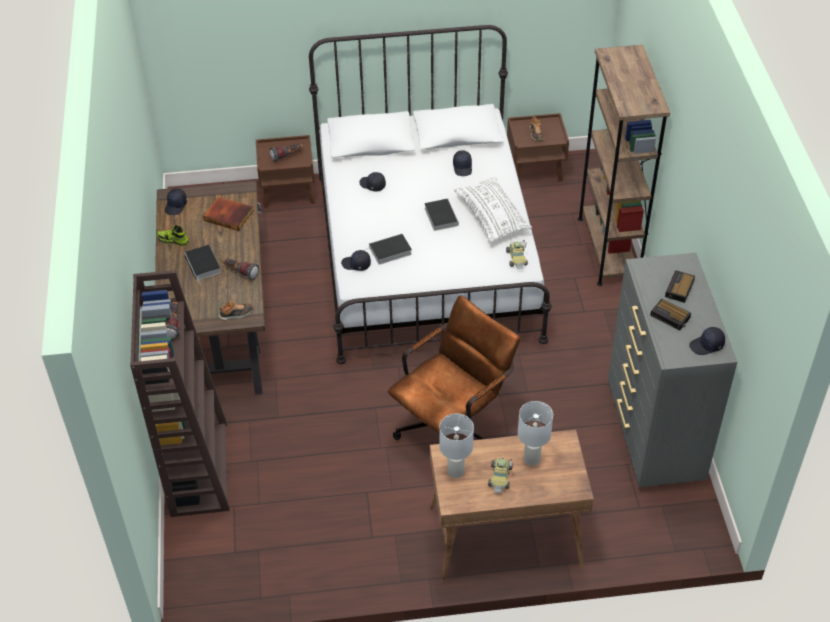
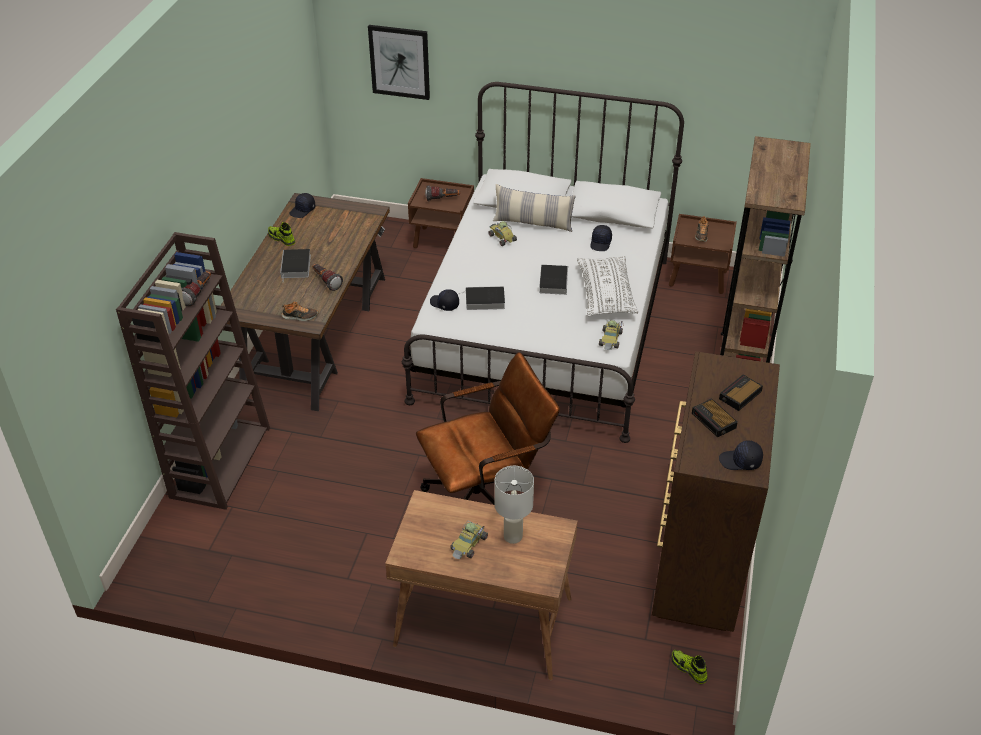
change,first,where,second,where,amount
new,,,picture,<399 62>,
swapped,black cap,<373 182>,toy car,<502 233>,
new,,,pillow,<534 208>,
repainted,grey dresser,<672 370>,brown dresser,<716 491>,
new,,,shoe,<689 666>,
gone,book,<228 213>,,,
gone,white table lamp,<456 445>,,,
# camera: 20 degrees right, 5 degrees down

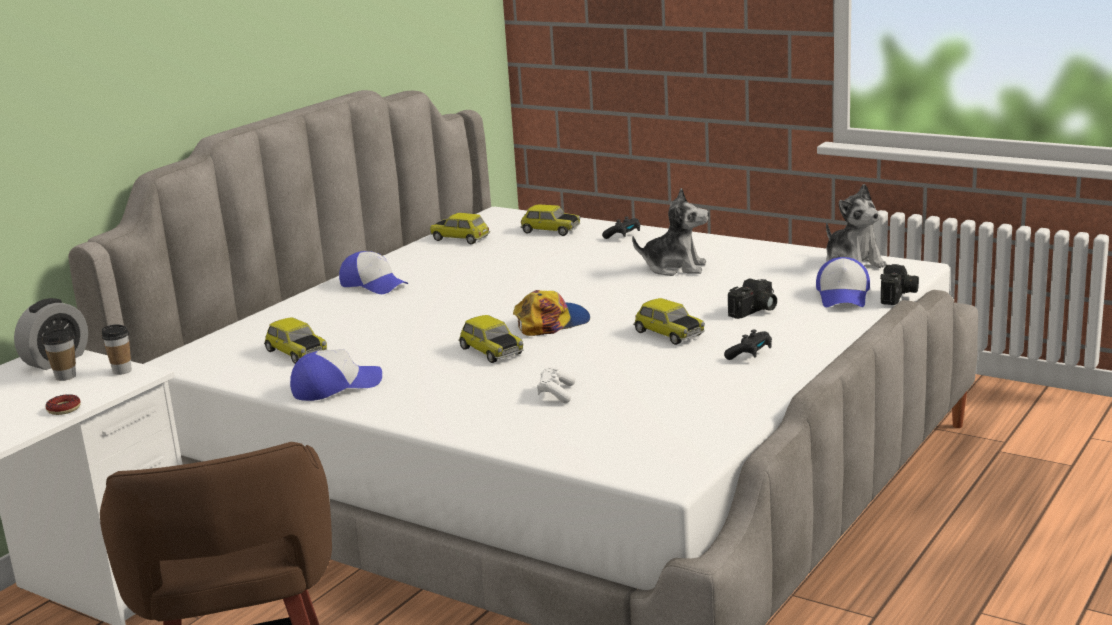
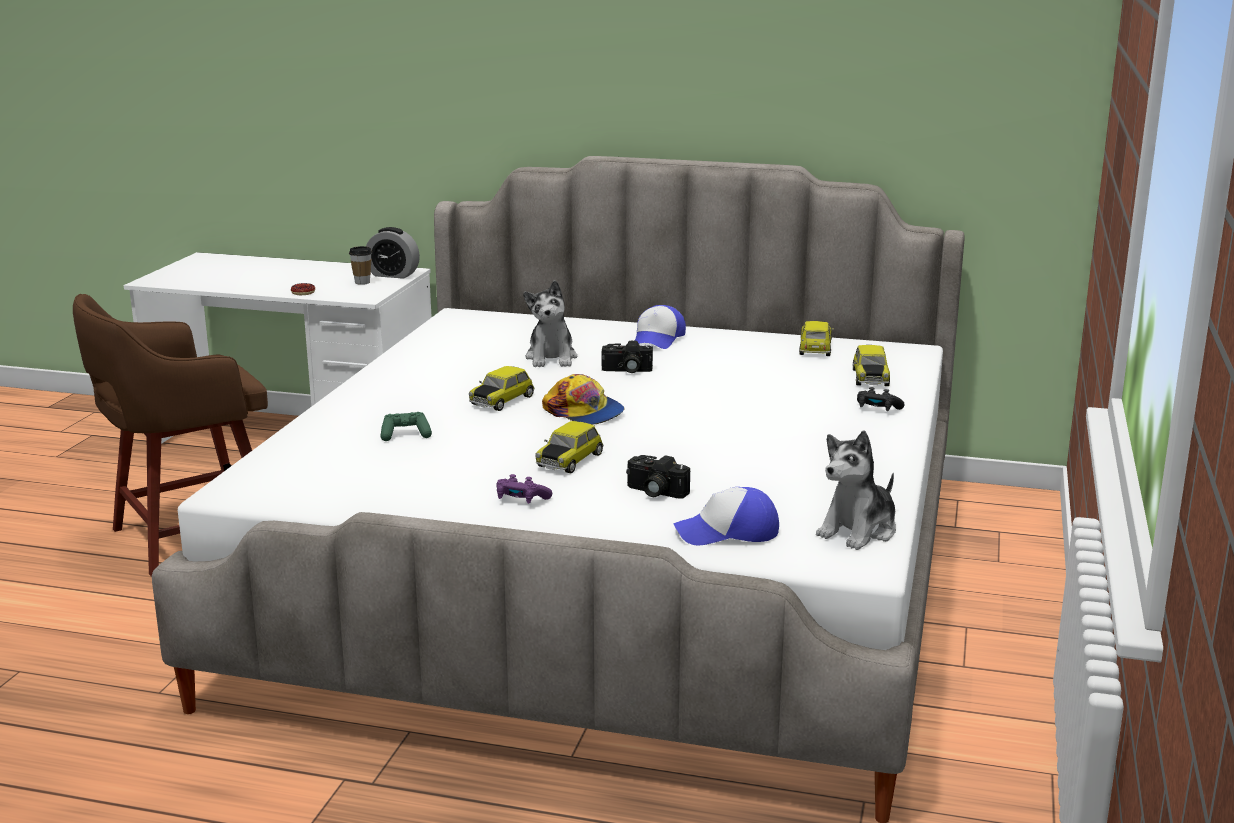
change,first,where,second,where,amount
repainted,white game controller,<556 385>,green game controller,<406 426>,
repainted,black game controller,<748 345>,purple game controller,<524 489>,
shifted,plush toy,<670 232>,,<550 323>,
shifted,photo camera,<899 284>,,<627 357>,
gone,cup,<117 349>,,,
gone,toy car,<295 340>,,,
gone,cap,<336 375>,,,
# camera: 70 degrees right, 0 degrees up

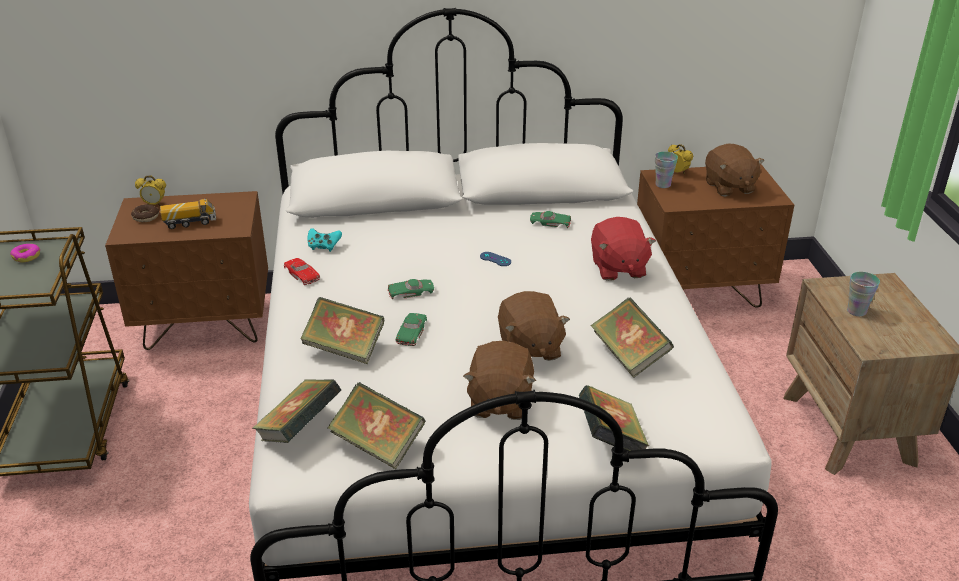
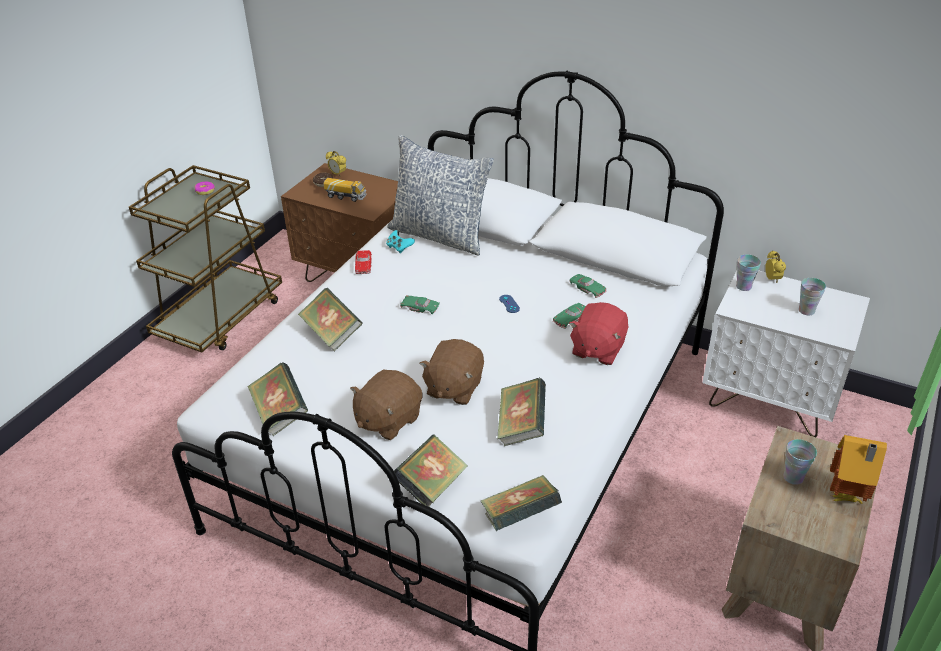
change,first,where,second,where,amount
new,,,pillow,<440 195>,
shifted,book,<297 411>,,<521 503>,
shifted,green toy car,<411 329>,,<569 316>,
repainted,brown nightstand,<715 236>,white nightstand,<786 353>,
swapped,brown plush toy,<734 170>,cup,<812 296>,
new,,,toy house,<858 469>,
# camera: 35 degrees right, 5 degrees up

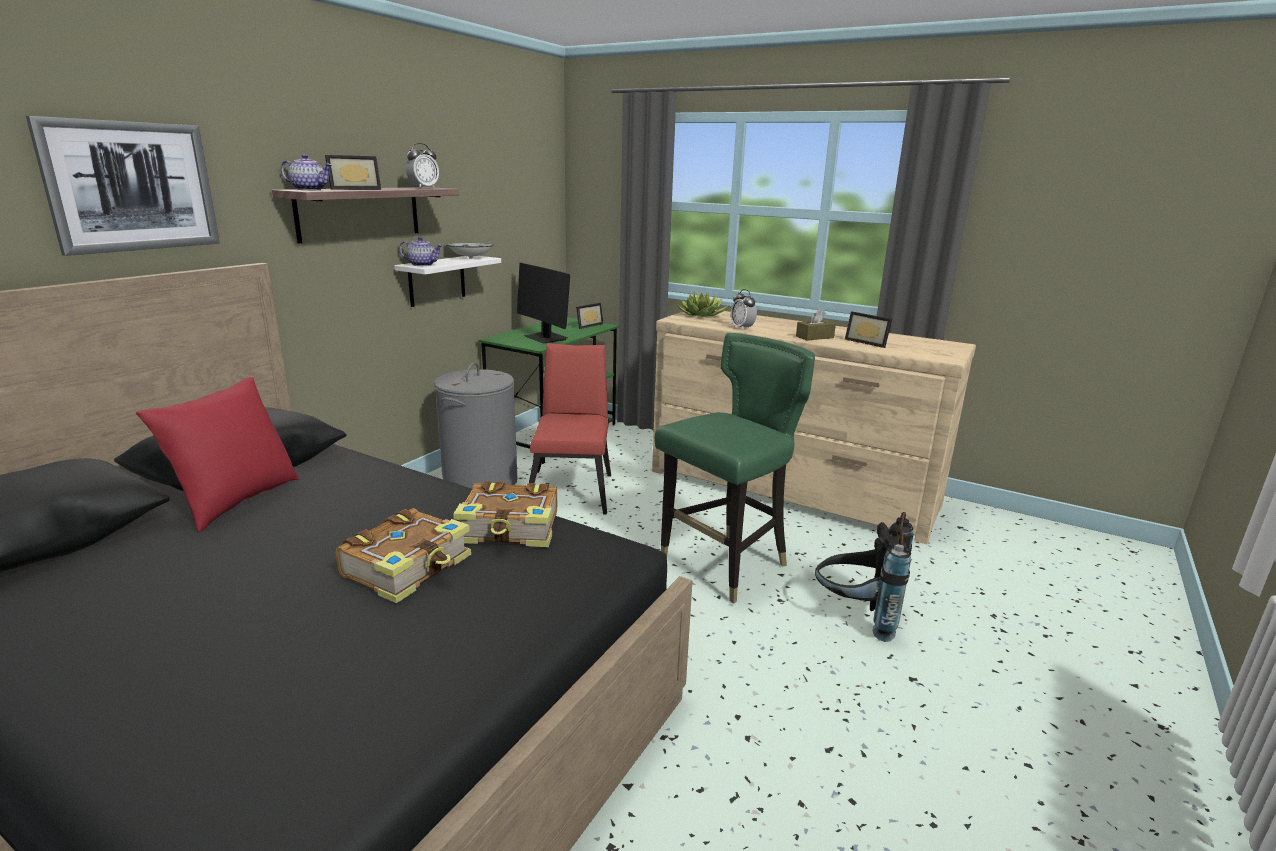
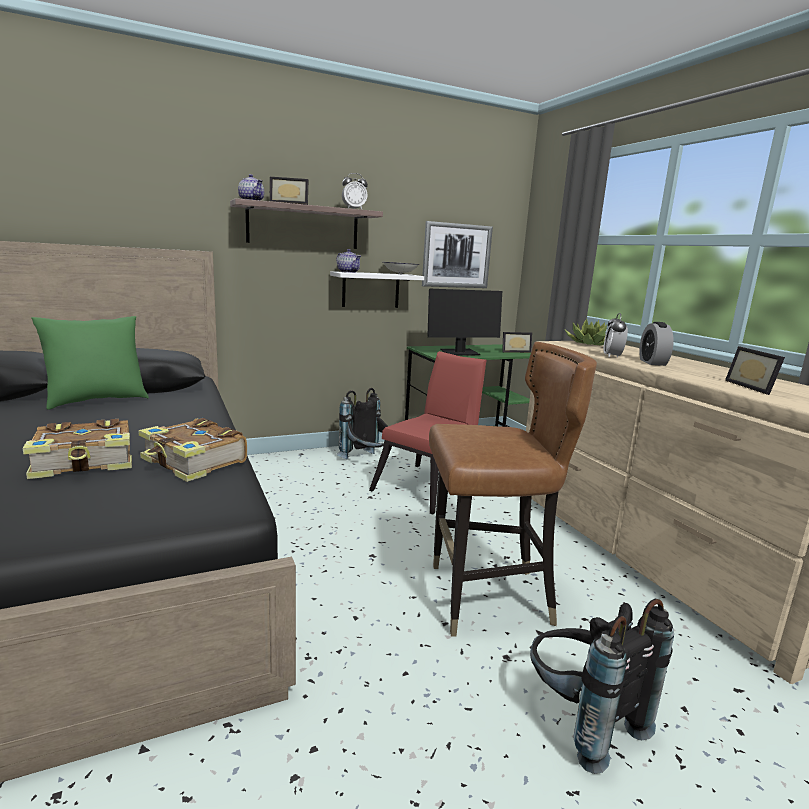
change,first,where,second,where,amount
repainted,red pillow,<217 454>,green pillow,<90 363>,
swapped,grey laundry basket,<475 425>,black backpack,<362 424>,
shifted,picture,<123 186>,,<457 254>,
rotated,monitor,<543 303>,,<465 322>,105 degrees counterclockwise
repainted,green chair,<734 468>,brown chair,<513 489>,
new,,,alarm clock,<656 344>,
gone,brown tissue box,<816 325>,,,
# camera: 35 degrees right, 5 degrees down

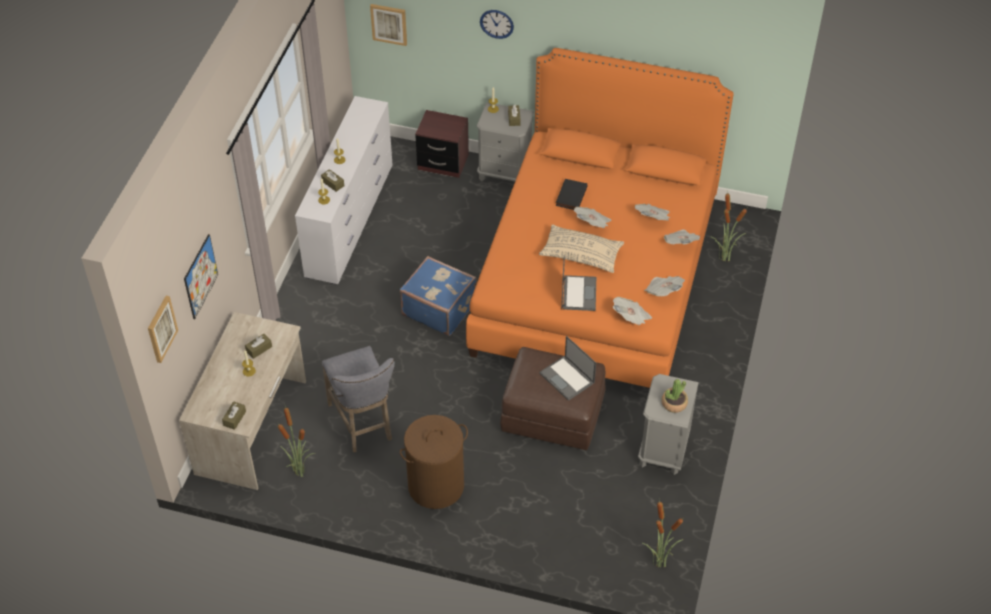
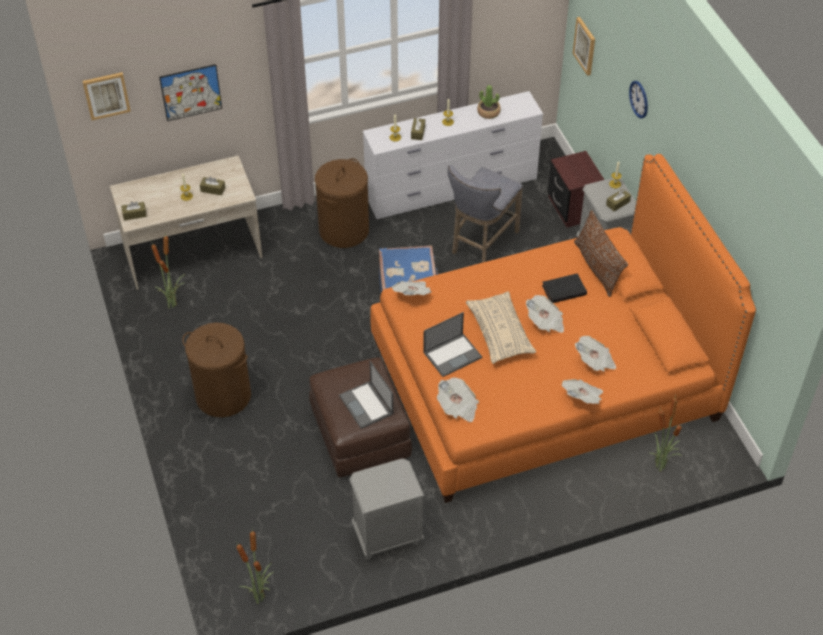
change,first,where,second,where,amount
new,,,brown laundry basket,<342 203>,
rotated,laptop,<567 368>,,<366 395>,45 degrees counterclockwise
shifted,newspaper,<664 286>,,<412 288>,
shifted,grey stool,<358 399>,,<485 214>,
shifted,potted plant,<675 396>,,<489 102>,
new,,,brown pillow,<601 253>,
# camera: 55 degrees right, 0 degrees up

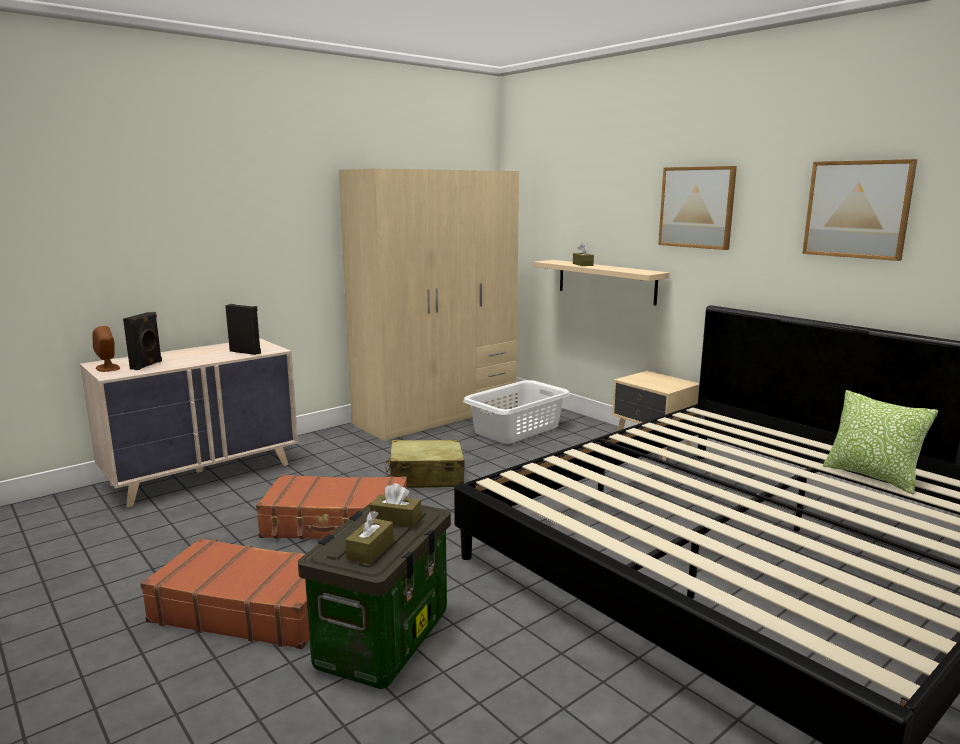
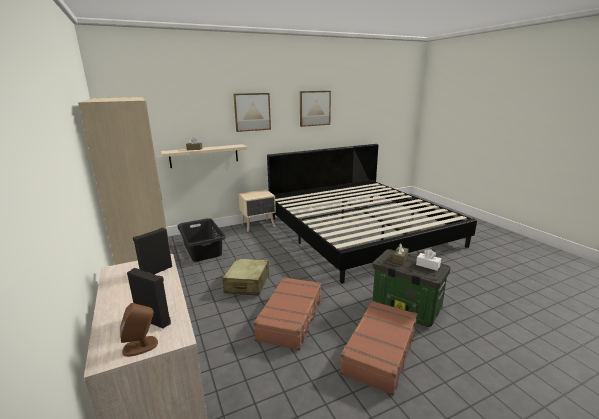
change,first,where,second,where,amount
repainted,white laundry basket,<516 412>,black laundry basket,<201 240>,
repainted,brown tissue box,<369 537>,white tissue box,<428 260>,
gone,pillow,<880 442>,,,
# camera: 75 degrees left, 5 degrees up

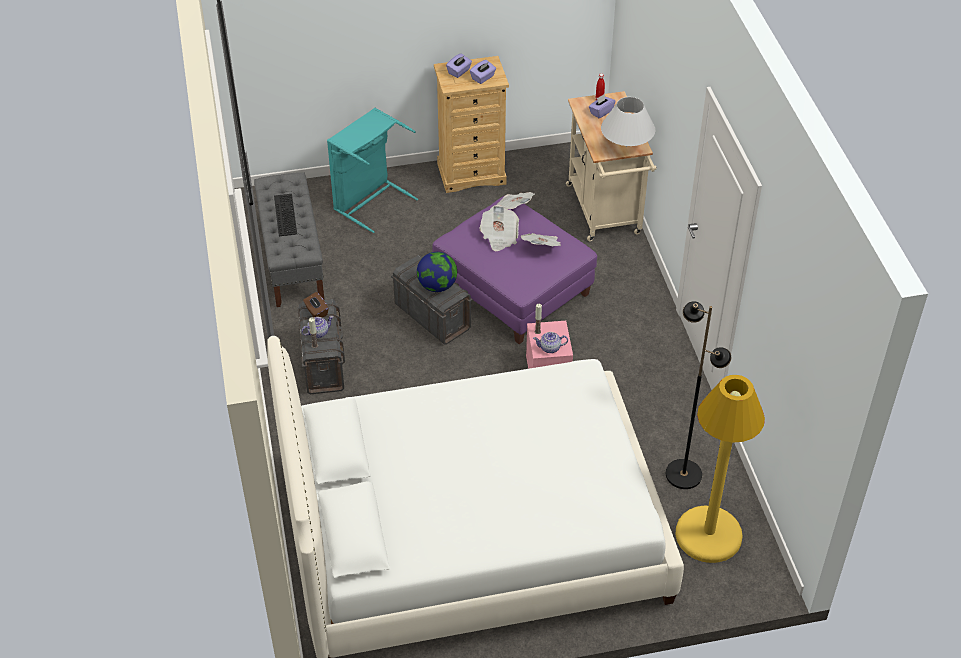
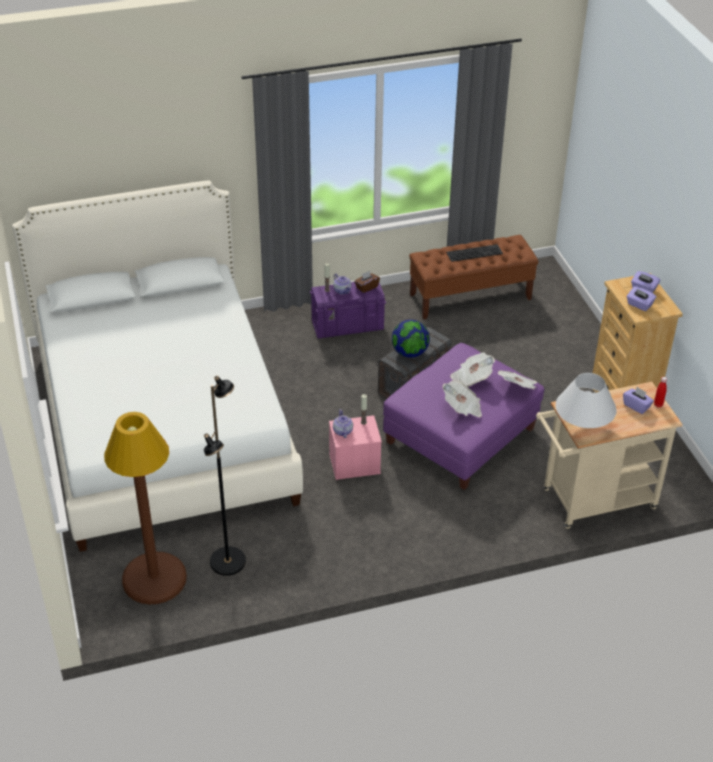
change,first,where,second,where,amount
repainted,yellow floor lamp,<720 469>,brown floor lamp,<145 508>,
repainted,grey storage box,<321 346>,purple storage box,<348 310>,
repainted,grey bench,<289 239>,brown bench,<474 277>,
gone,turquoise laundry basket,<372 170>,,,
# camera: 85 degrees right, 5 degrees down

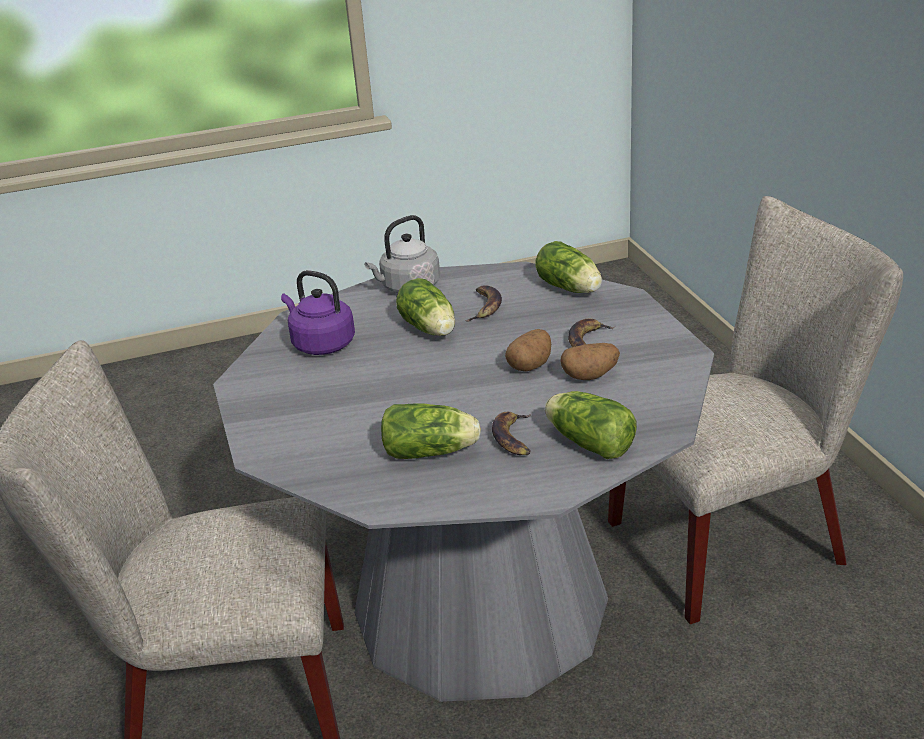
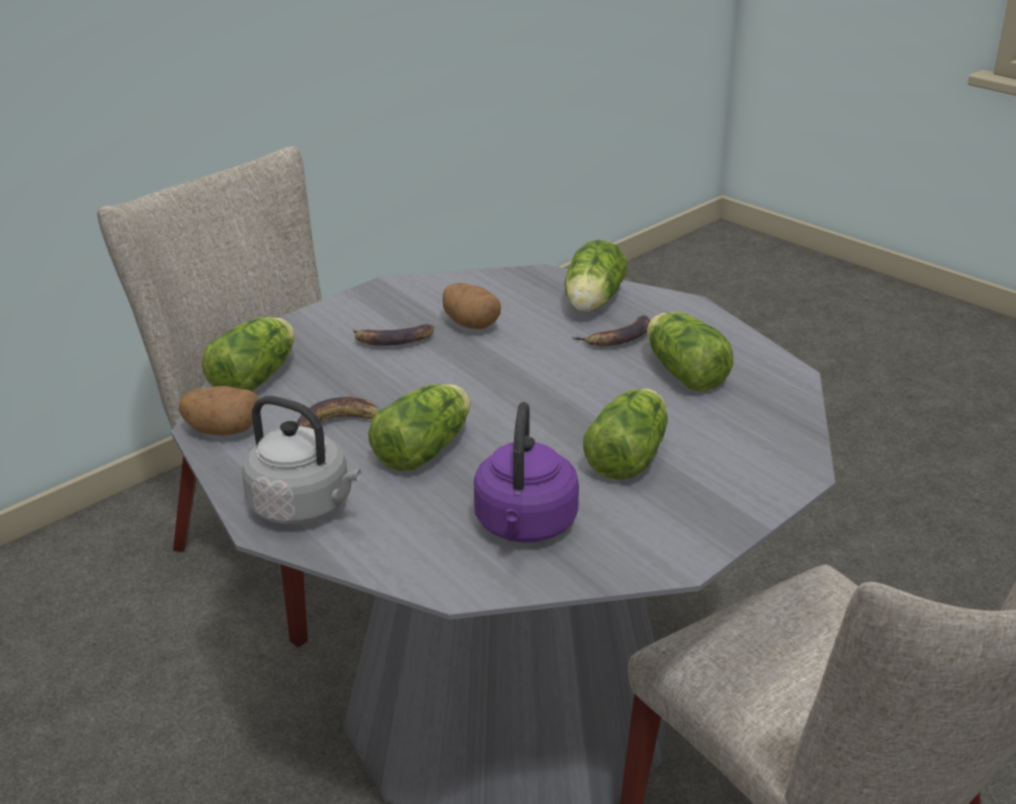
change,first,where,second,where,amount
shifted,potato,<528 350>,,<218 411>,
new,,,lettuce,<625 434>,
# camera: 120 degrees left, 0 degrees up

